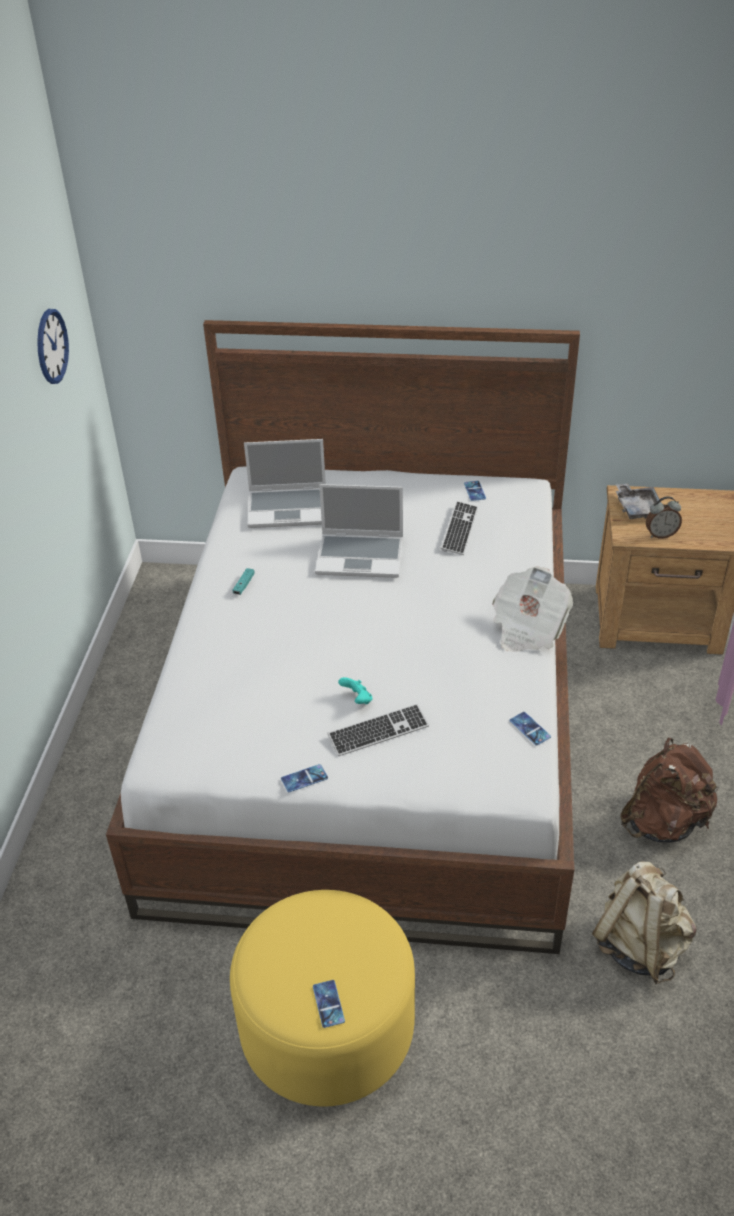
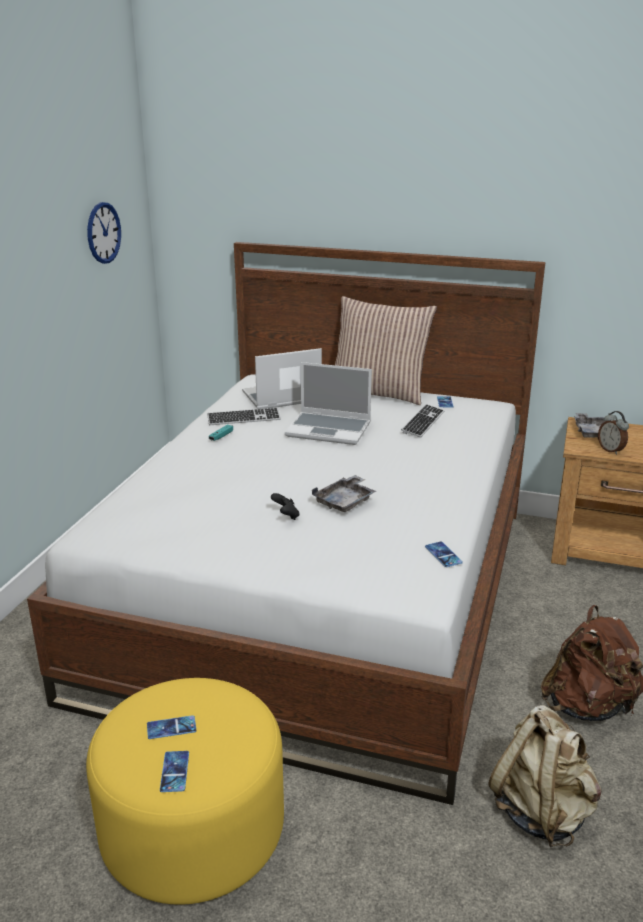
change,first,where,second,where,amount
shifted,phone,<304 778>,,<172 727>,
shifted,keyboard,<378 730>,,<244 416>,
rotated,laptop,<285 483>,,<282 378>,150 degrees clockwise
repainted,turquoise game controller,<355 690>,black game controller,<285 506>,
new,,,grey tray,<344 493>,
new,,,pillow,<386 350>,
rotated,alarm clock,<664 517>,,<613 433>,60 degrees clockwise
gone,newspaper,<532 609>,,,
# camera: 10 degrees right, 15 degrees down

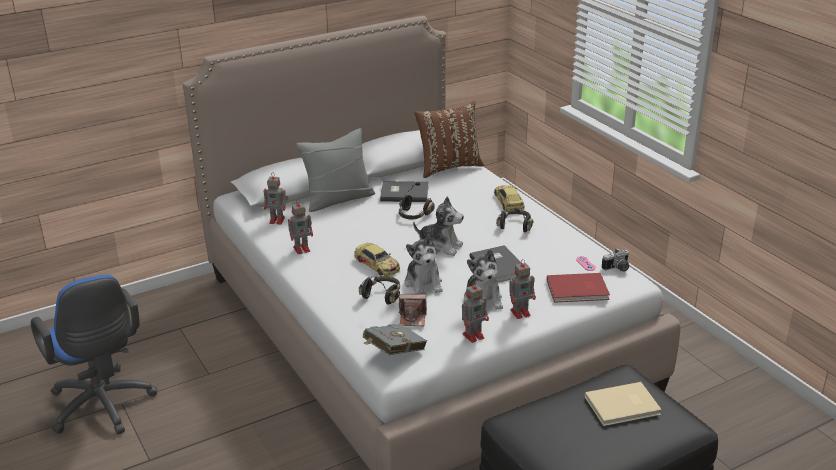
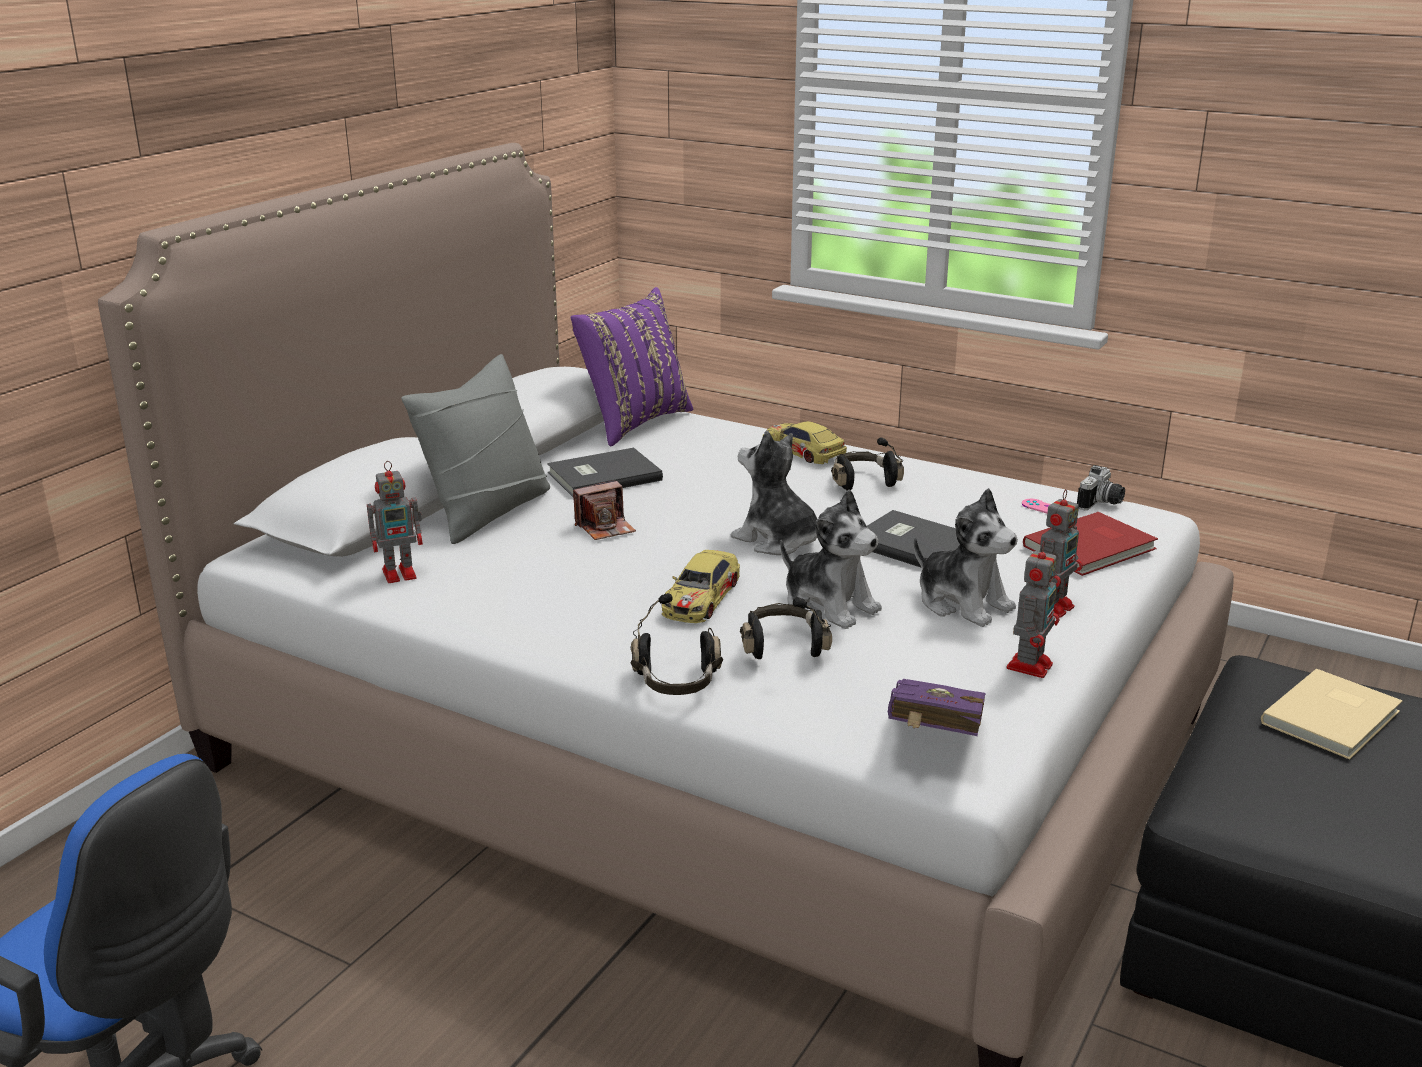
change,first,where,second,where,amount
repainted,brown pillow,<449 139>,purple pillow,<632 366>,
shifted,photo camera,<413 309>,,<604 510>,
shifted,black headphones,<417 200>,,<677 644>,
rotated,toy car,<377 259>,,<701 586>,90 degrees clockwise
rotated,plush toy,<438 226>,,<774 493>,135 degrees counterclockwise
repainted,grey book,<395 339>,purple book,<936 707>,
gone,toy robot,<300 226>,,,
# camera: 30 degrees left, 5 degrees down

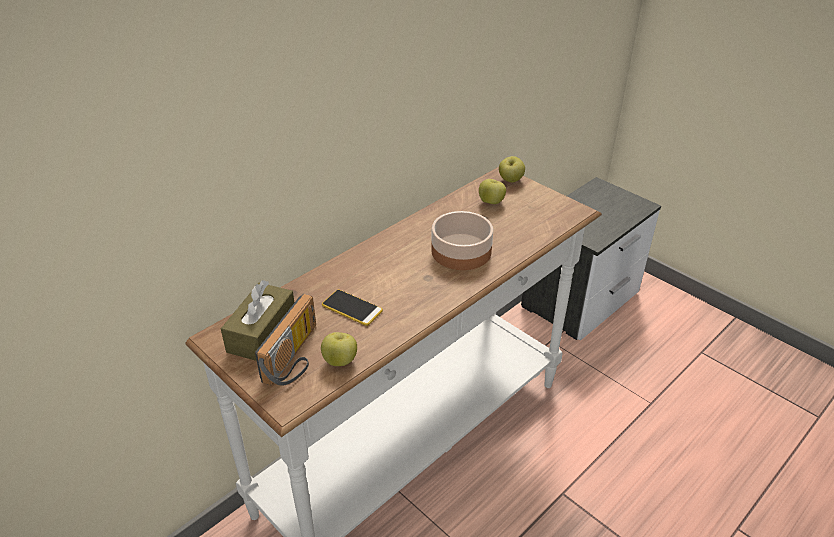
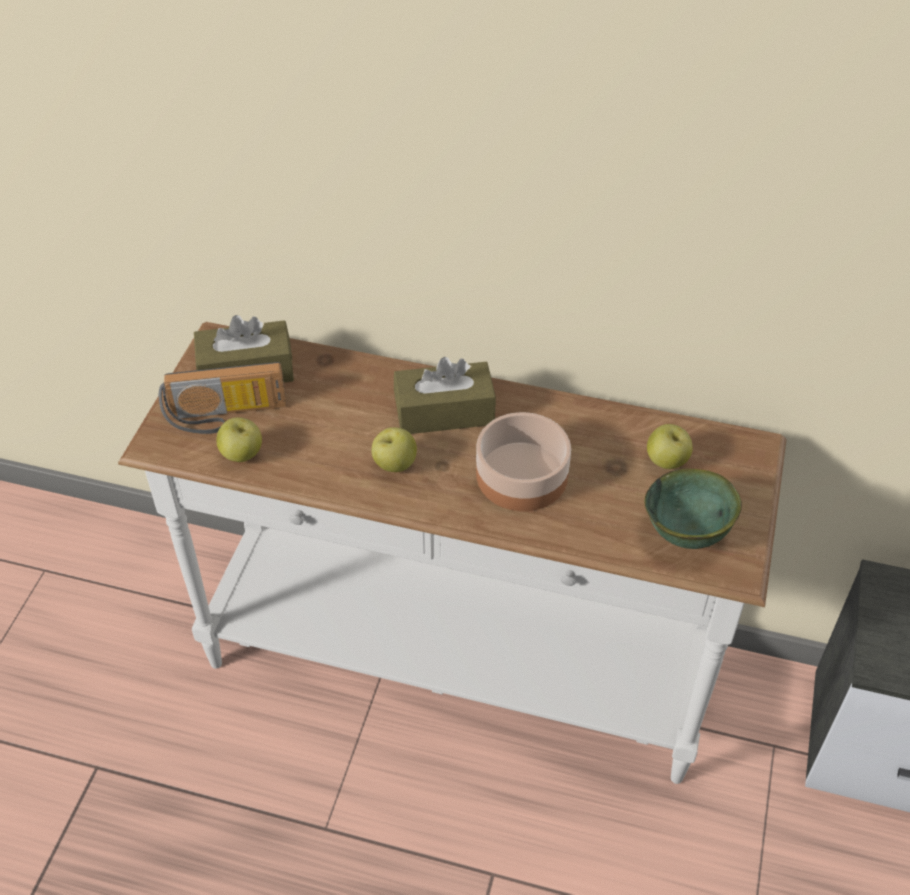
change,first,where,second,where,amount
shifted,apple,<512 169>,,<394 449>,
new,,,brown tissue box,<445 395>,
new,,,green bowl,<693 509>,
gone,phone,<352 308>,,,
# camera: 60 degrees right, 10 degrees up

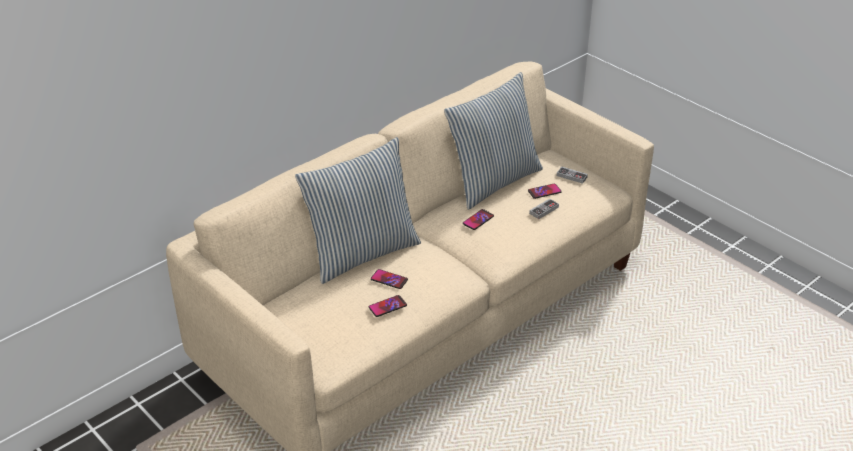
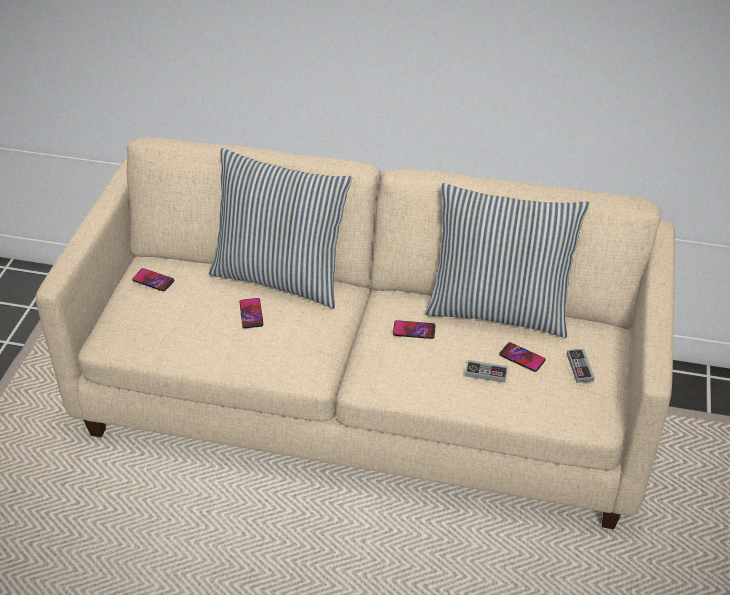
change,first,where,second,where,amount
shifted,phone,<388 306>,,<153 279>,
# camera: 55 degrees right, 5 degrees up

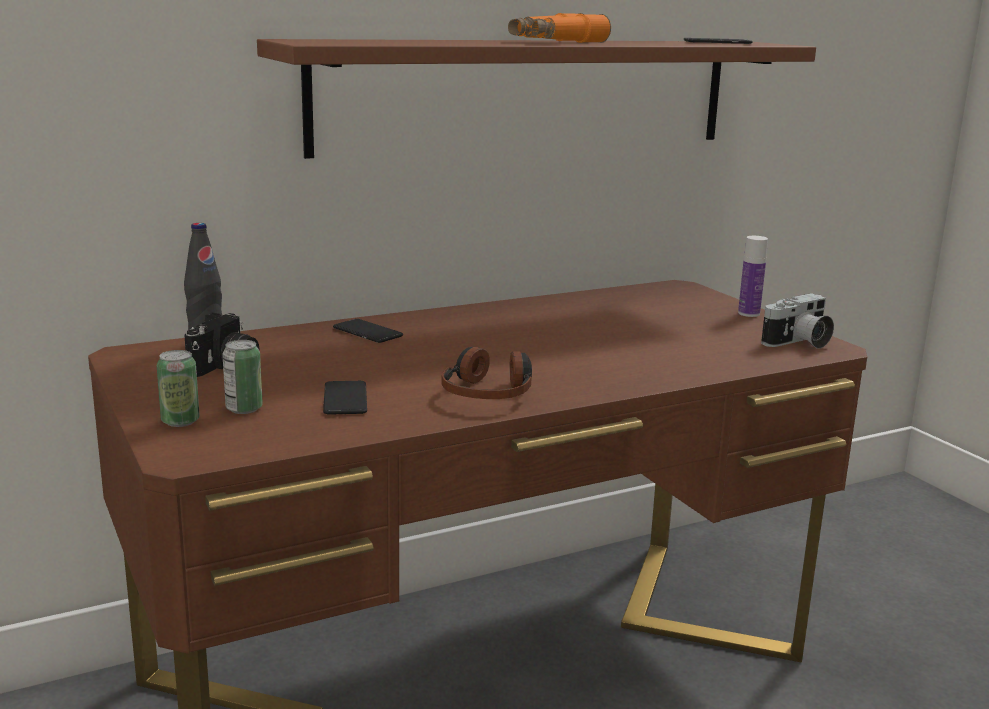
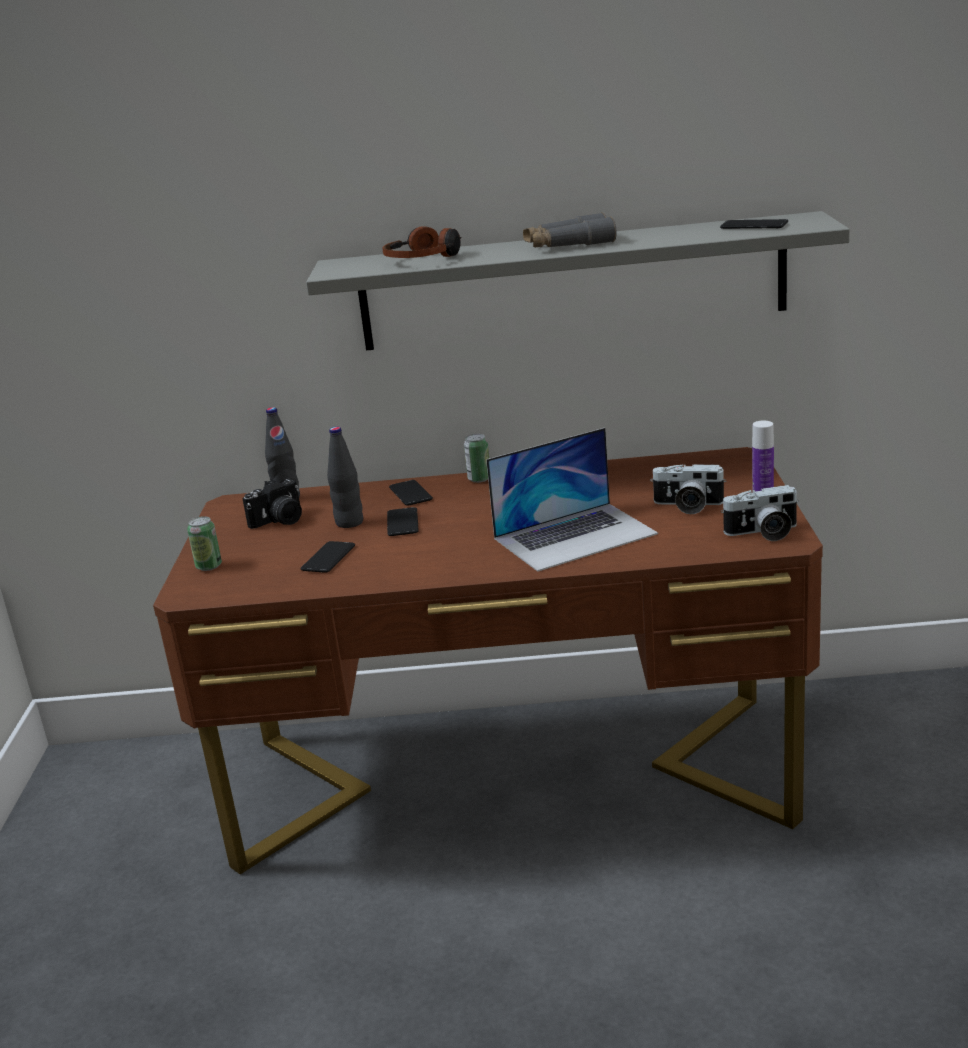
change,first,where,second,where,amount
repainted,brown shelf,<536 99>,grey shelf,<578 281>,
new,,,black bottle,<345 477>,
shifted,headphones,<487 373>,,<422 242>,
new,,,phone,<403 521>,
shifted,can,<242 377>,,<476 458>,
new,,,laptop,<572 500>,
repainted,orange binoculars,<559 28>,grey binoculars,<570 229>,
new,,,photo camera,<688 489>,
# camera: 30 degrees right, 5 degrees up

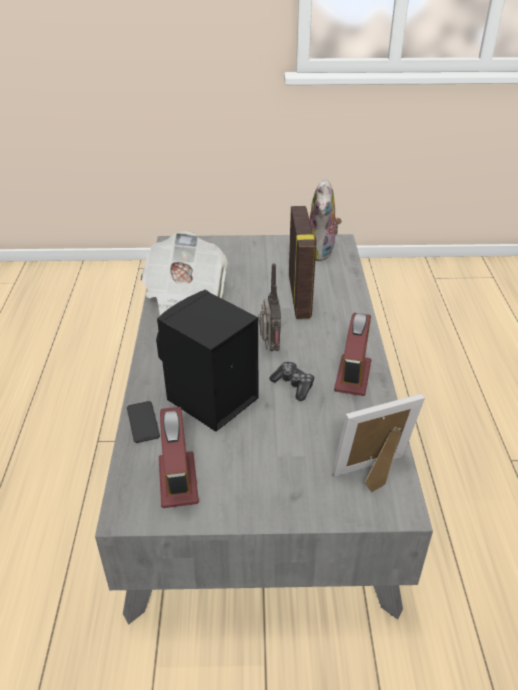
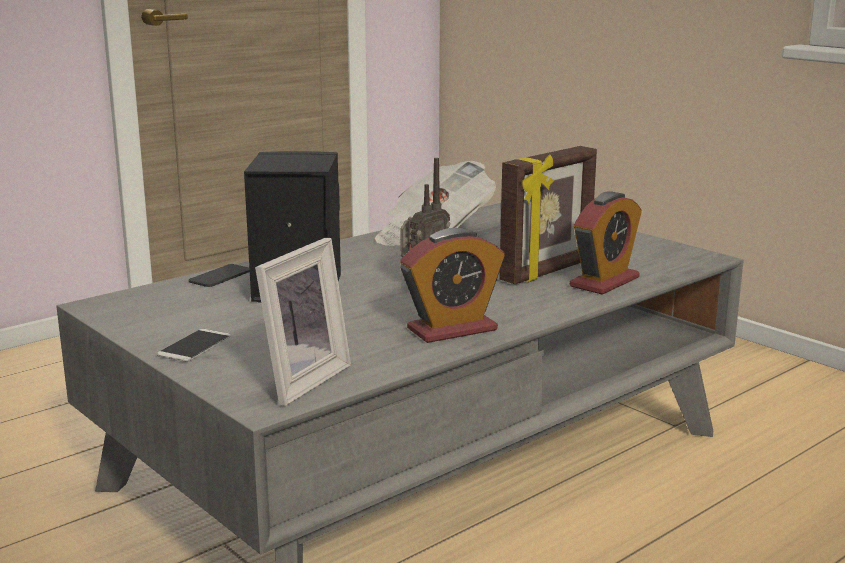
change,first,where,second,where,amount
new,,,phone,<194 345>,
rotated,picture frame,<378 443>,,<303 322>,90 degrees clockwise
shifted,alarm clock,<179 457>,,<606 243>,
gone,game controller,<292 381>,,,
gone,plush toy,<325 219>,,,
# camera: 50 degrees right, 20 degrees down

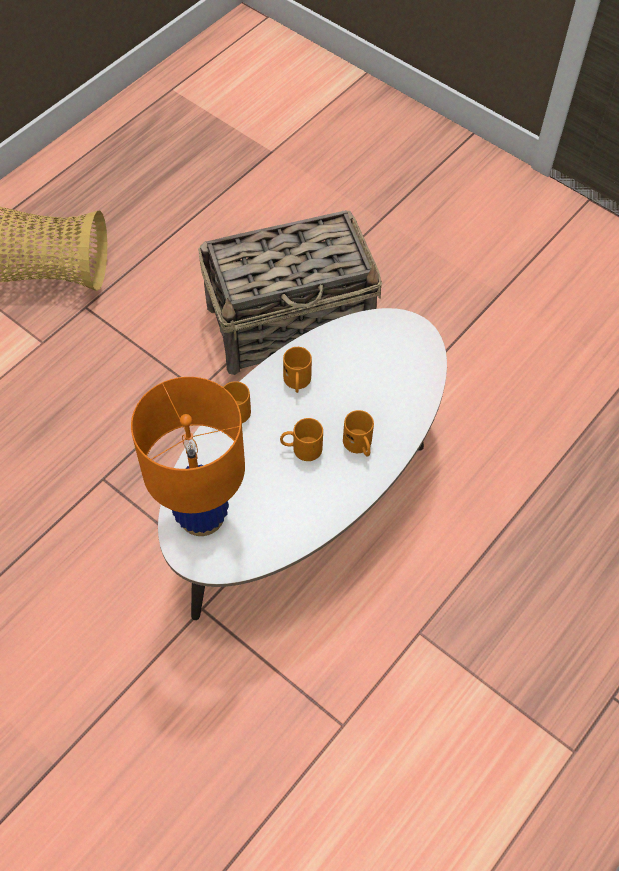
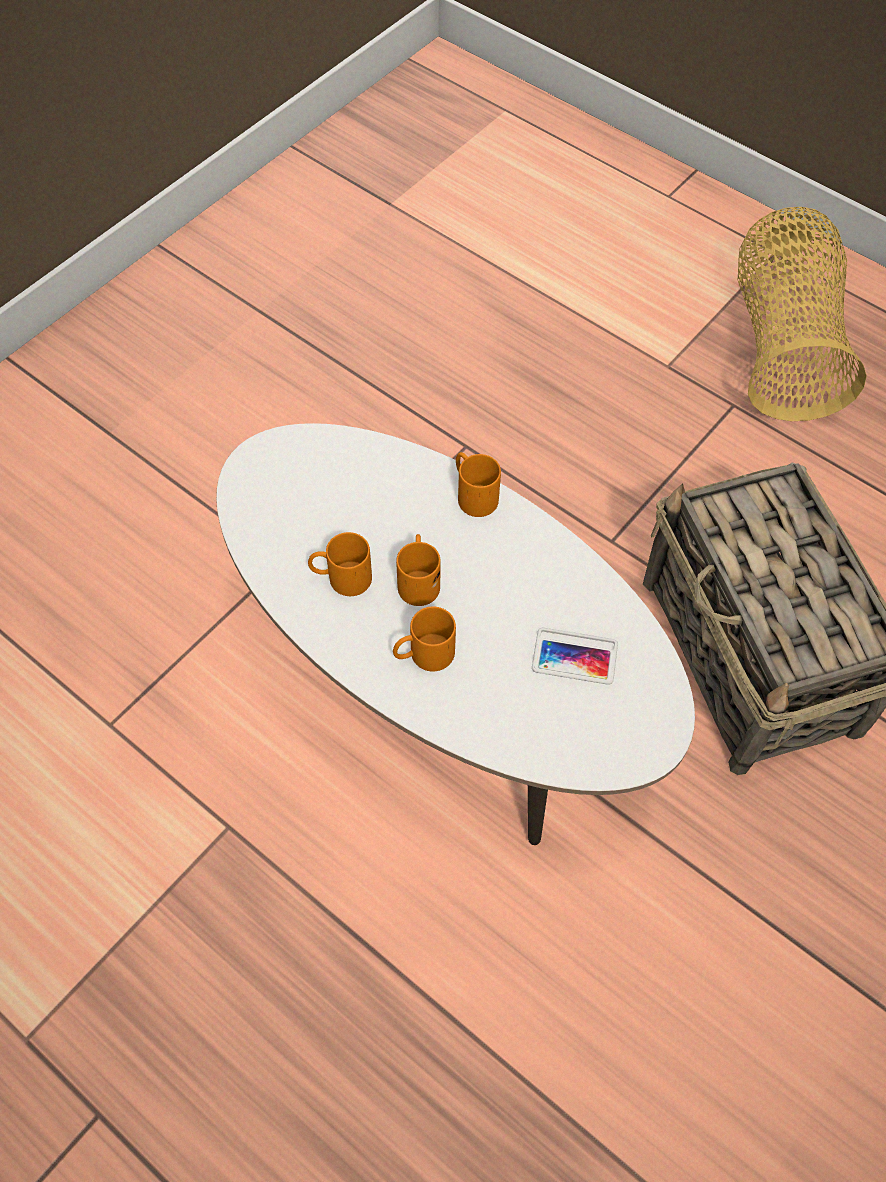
change,first,where,second,where,amount
shifted,orange mug,<297 370>,,<340 564>,
new,,,phone,<575 656>,
gone,orange table lamp,<188 456>,,,
# camera: 90 degrees right, 0 degrees up

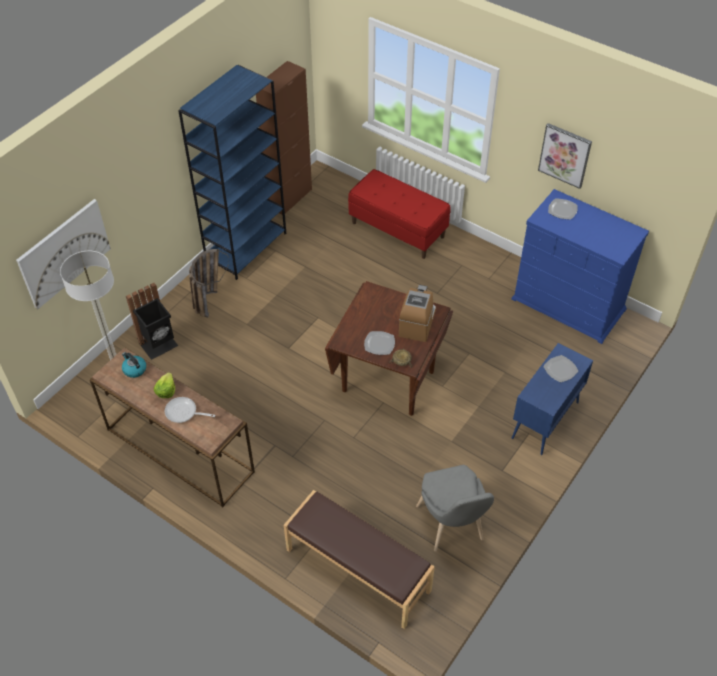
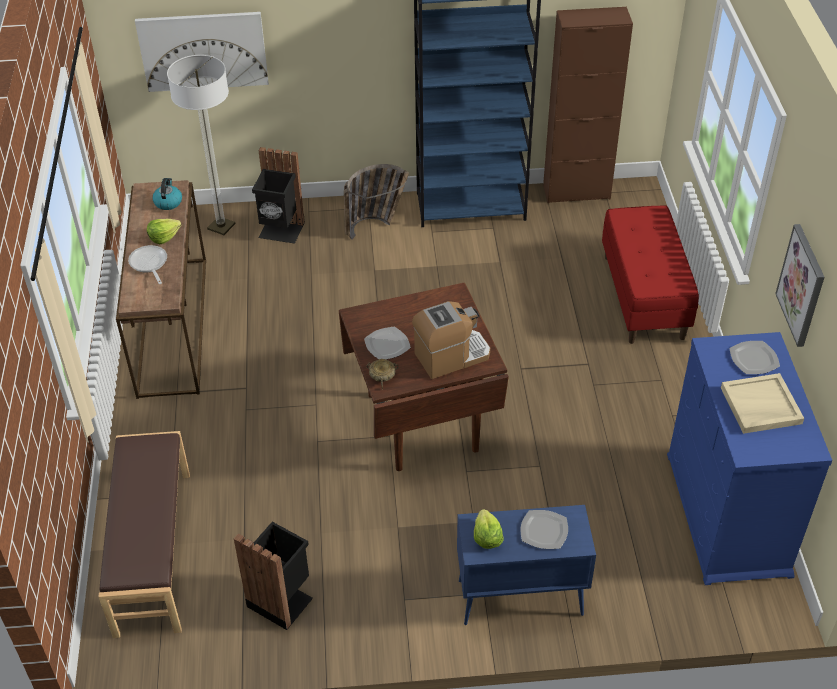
change,first,where,second,where,amount
swapped,grey chair,<455 508>,black trash can,<273 576>,
new,,,lettuce,<489 529>,
new,,,beige tray,<762 403>,
# camera: 50 degrees right, 5 degrees down

